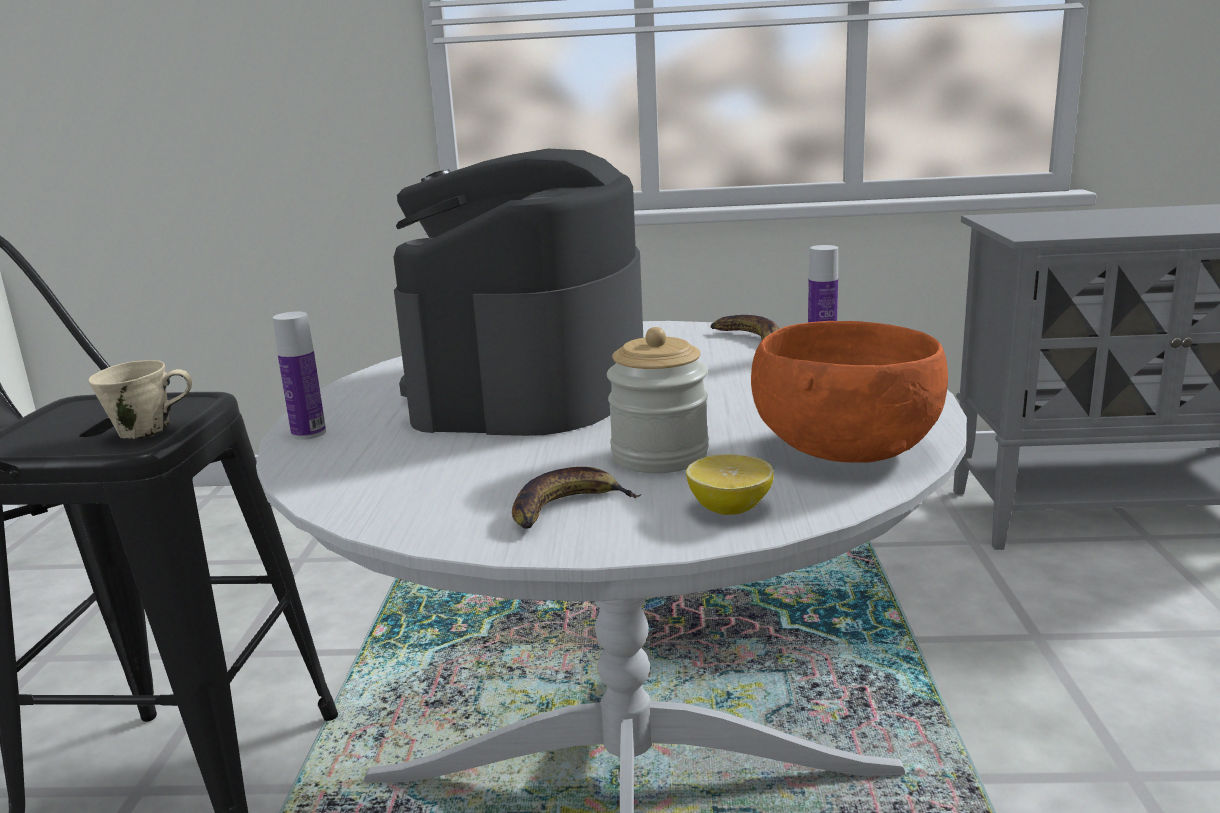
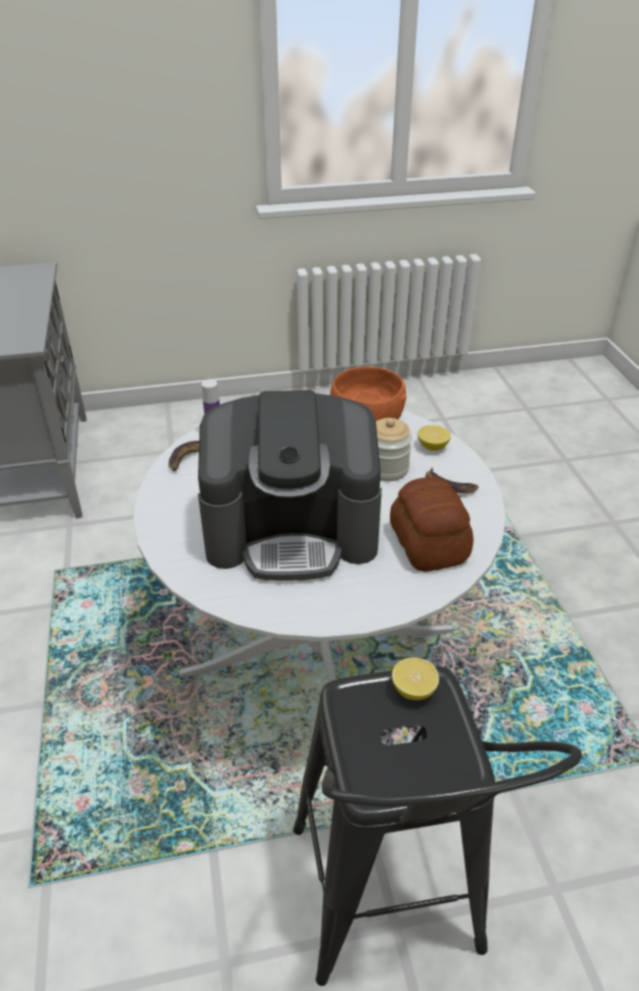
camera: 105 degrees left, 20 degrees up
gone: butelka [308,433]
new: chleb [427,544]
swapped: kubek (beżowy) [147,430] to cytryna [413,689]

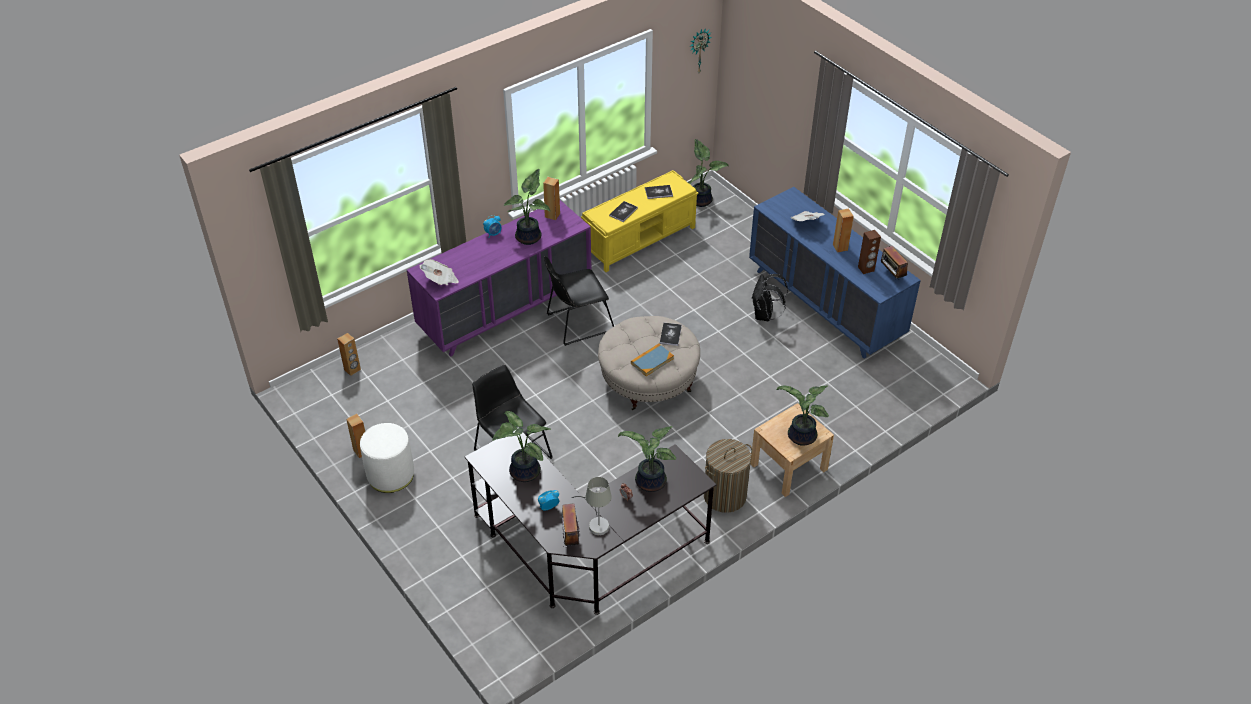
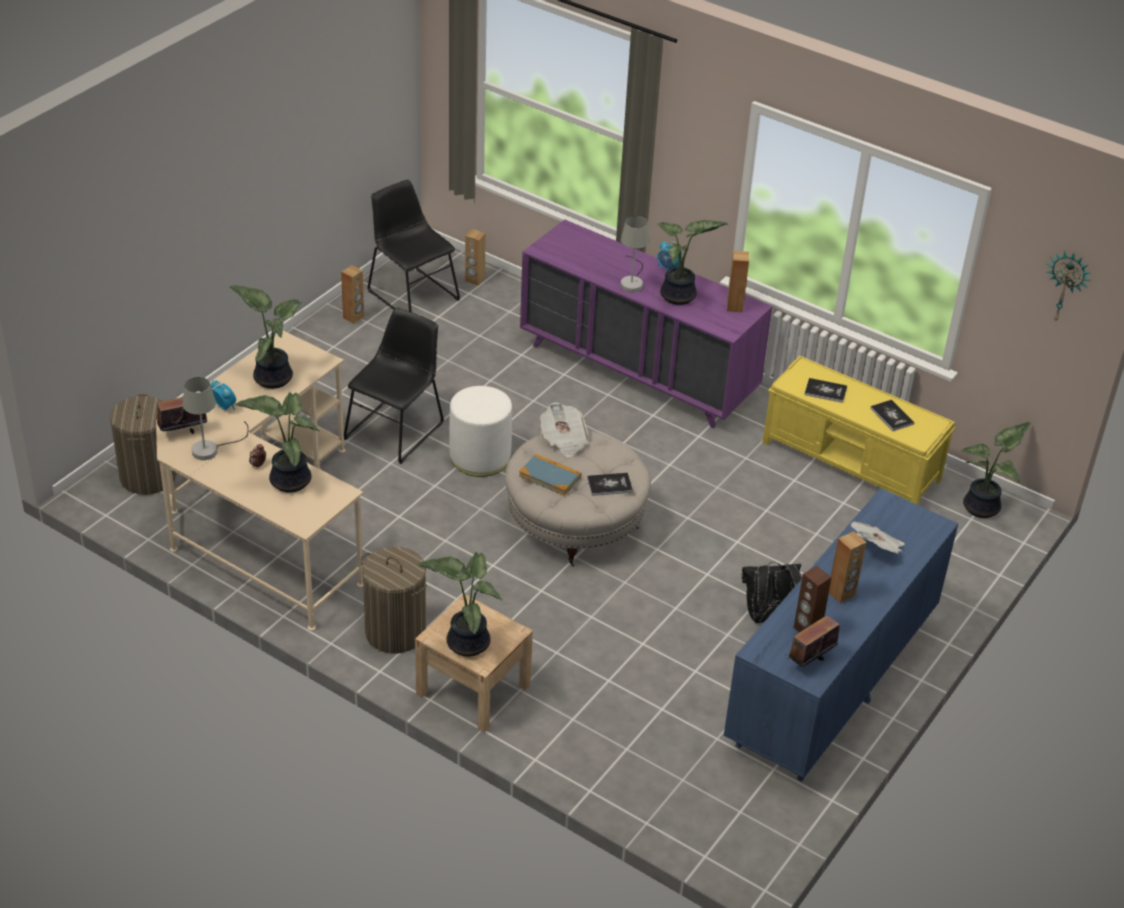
camera: 70 degrees right, 5 degrees down
new: kosz na pranie [148,476]; lampa stołowa (szary) [632,281]
shifted: pufa (biały) [390,475] to [480,457]; gazeta [440,280] to [564,440]; krzesło (czarny) [577,323] to [411,293]
repainted: biurko (czarny) [586,550] to biurko (beżowy) [264,522]

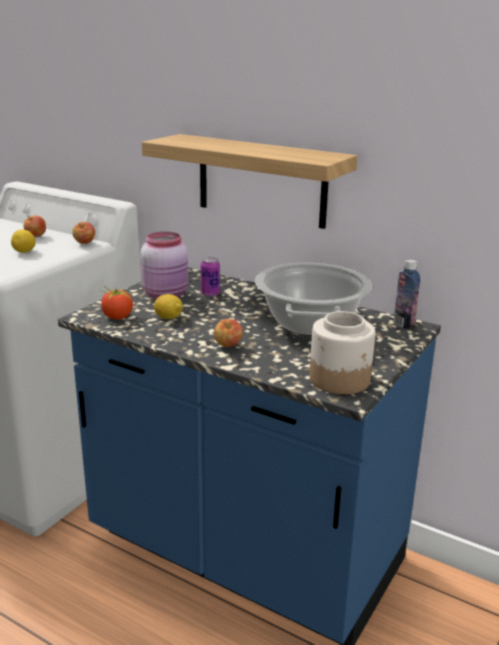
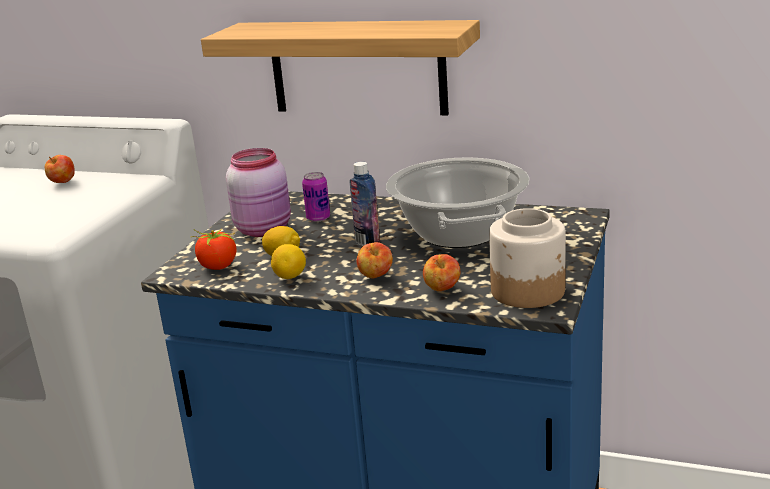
camera: 10 degrees left, 0 degrees up
shifted: cytryna [24,252] to [290,277]; jabłko [85,244] to [442,290]; butelka [403,324] to [367,242]

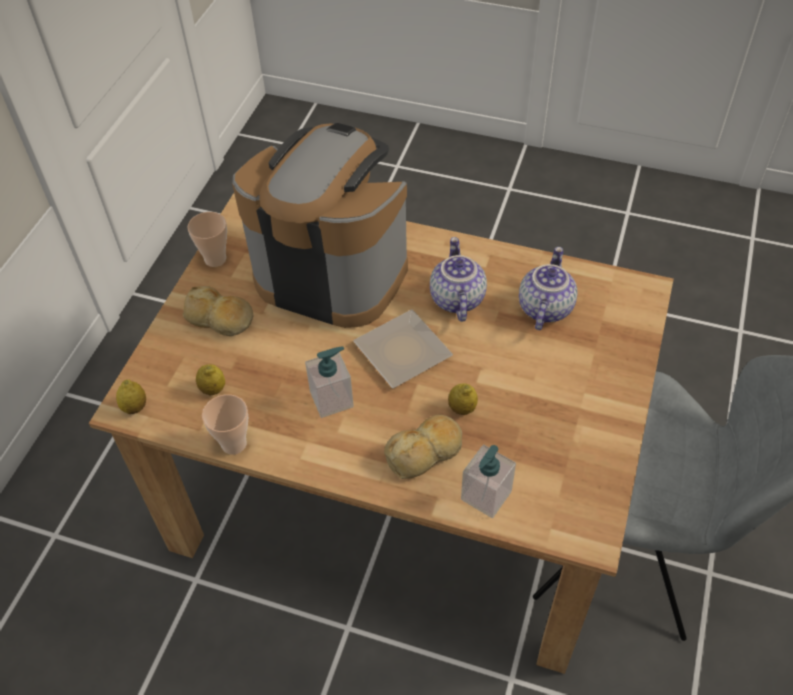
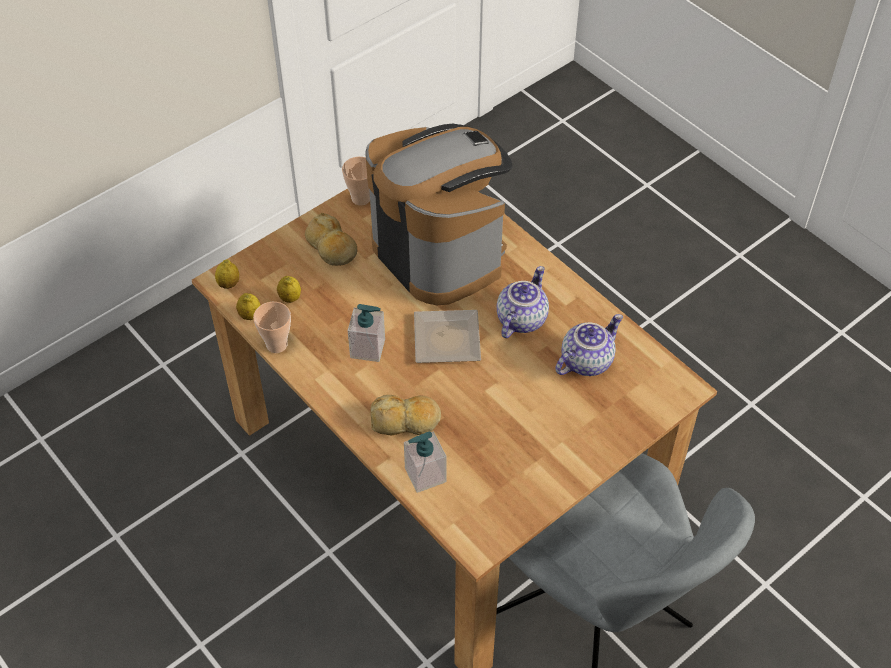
camera: 30 degrees right, 0 degrees up
shifted: cytryna [462,408] to [250,315]

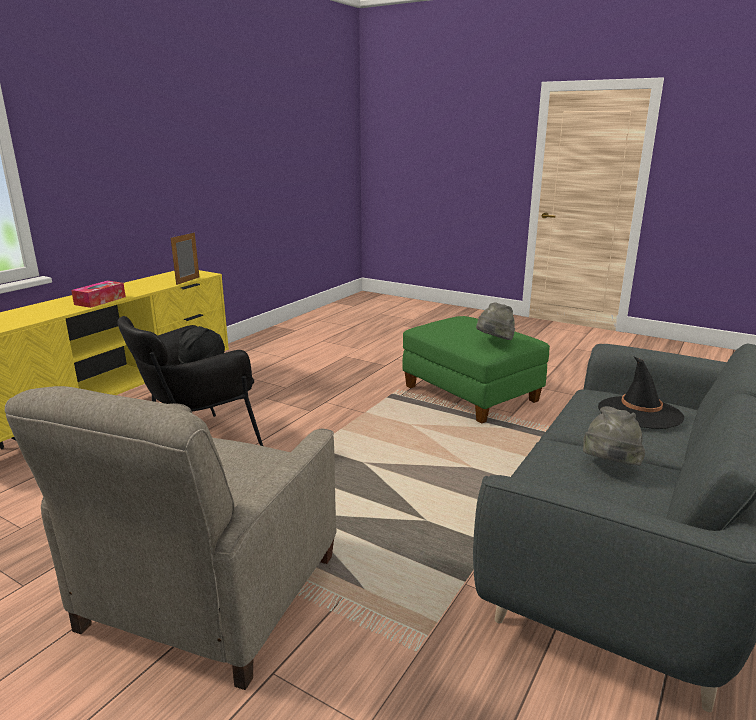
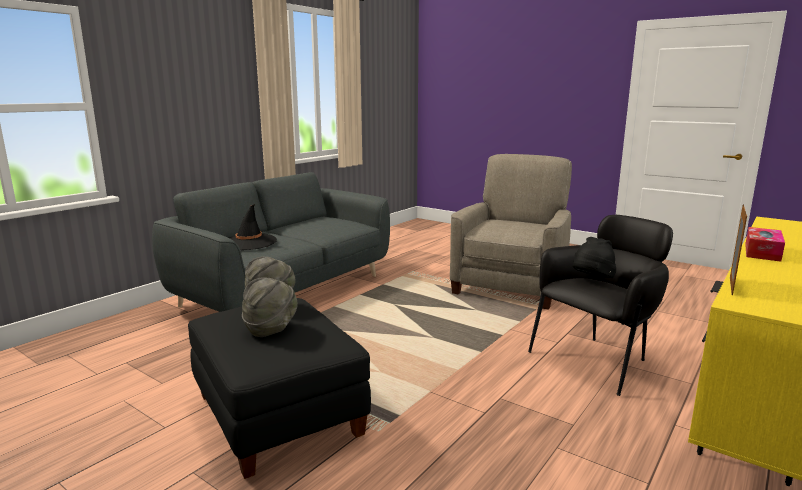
camera: 175 degrees left, 5 degrees down
shifted: kapelusz (szary) [609,467] to [271,329]
repainted: pufa (zielony) [471,394] to pufa (czarny) [277,415]

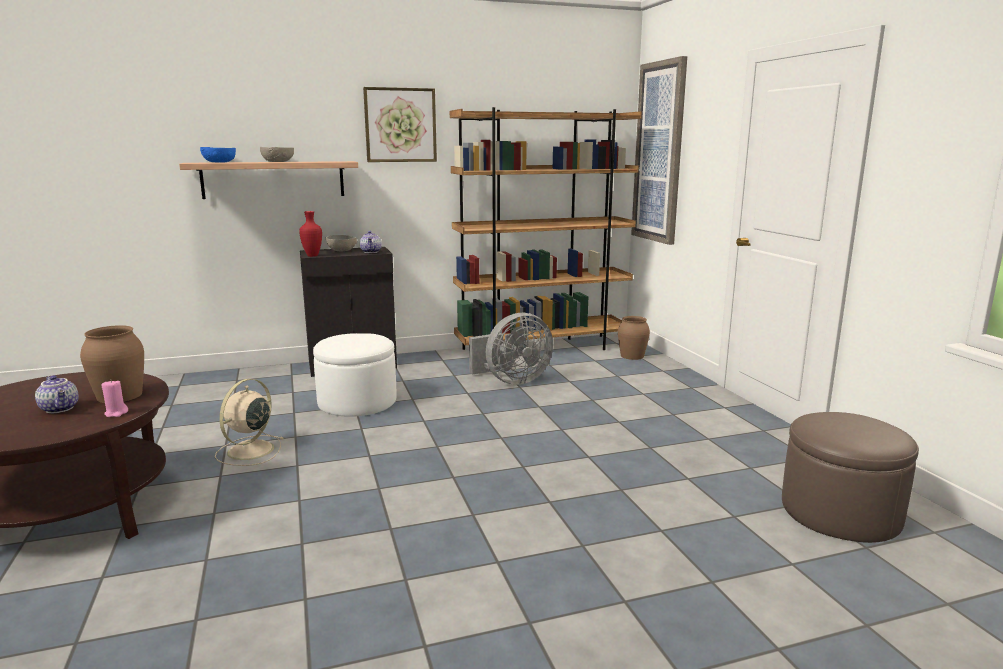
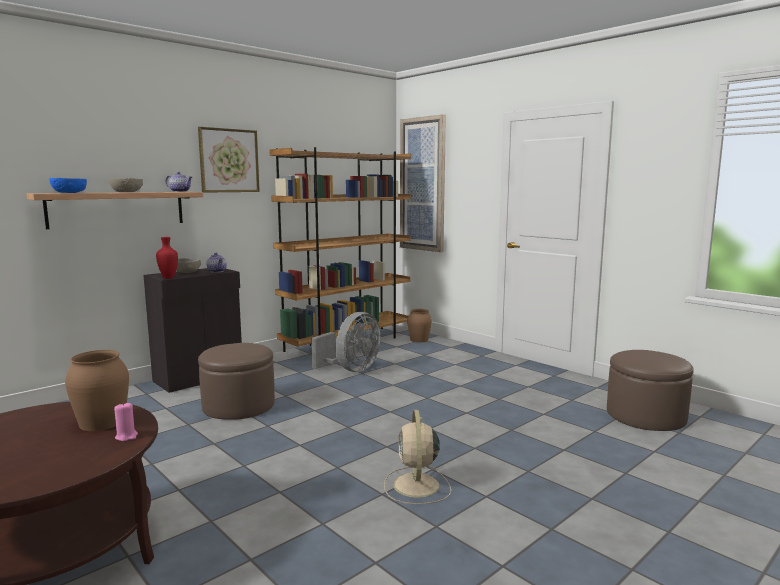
camera: 25 degrees left, 5 degrees down
shifted: imbryk [60,408] to [180,191]; wentylator (beżowy) [249,451] to [416,486]
repainted: pufa (biały) [357,402] to pufa (brązowy) [238,405]

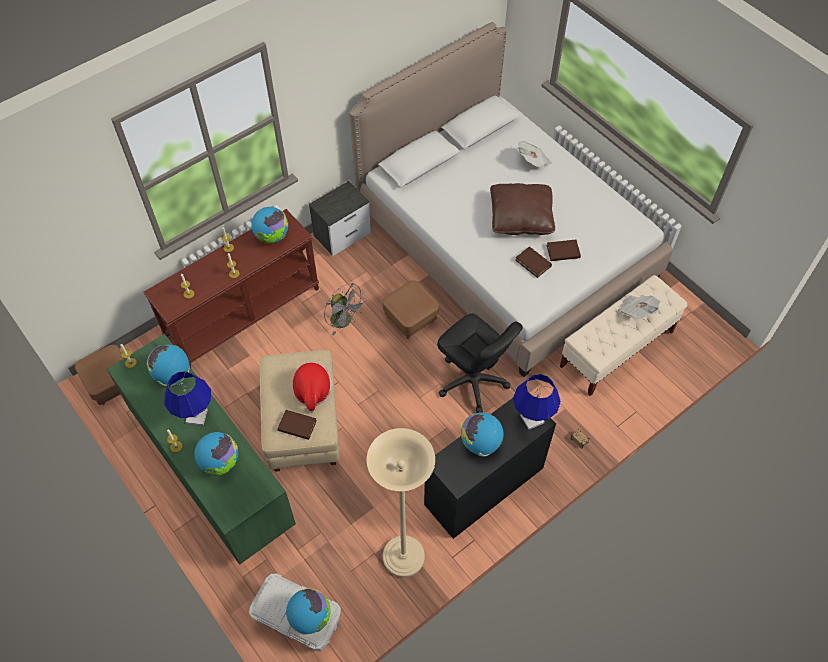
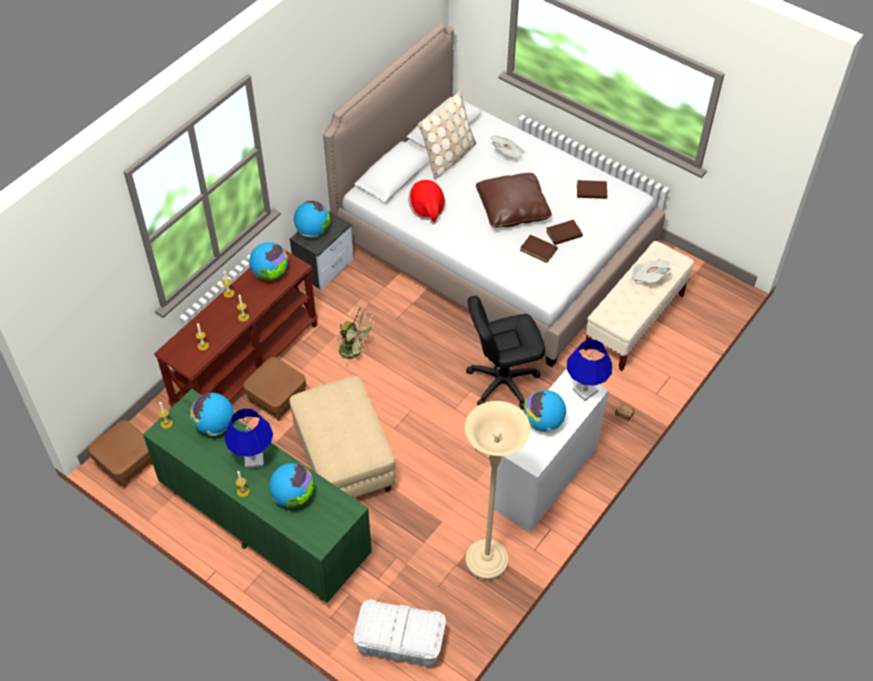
camera: 15 degrees left, 5 degrees down
new: poduszka (beżowy) [448,157]
shifted: książka (brązowy) [297,426] to [591,191]; globus [310,617] to [313,231]; kapelusz [312,391] to [427,208]; pufa (brązowy) [410,319] to [277,399]
repainted: wentylator (szary) [345,322] to wentylator (zielony) [355,352]; biurko (czarny) [484,486] to biurko (biały) [545,477]
rotated: krzesło biurowe (czarny) [472,381] = [502,382] 135 degrees clockwise

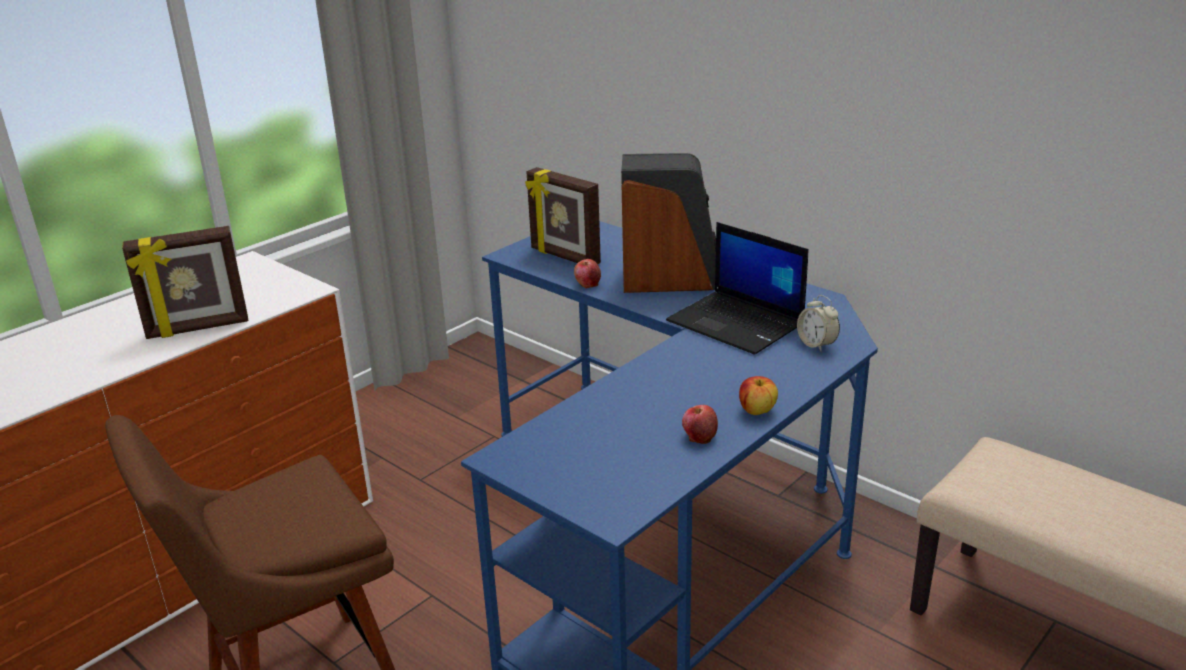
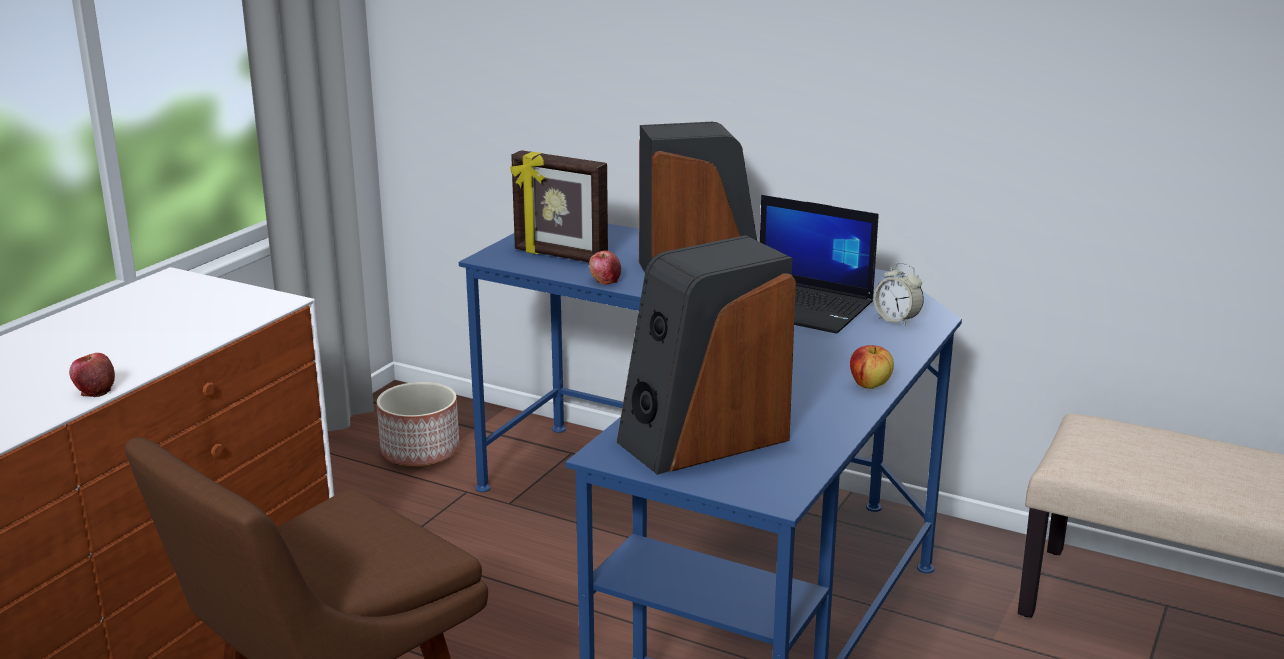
camera: 15 degrees left, 5 degrees down
gone: ramka na zdjęcie [198,328]
new: donica [421,452]; głośnik [703,439]
shifted: jabłko [699,436] to [94,390]

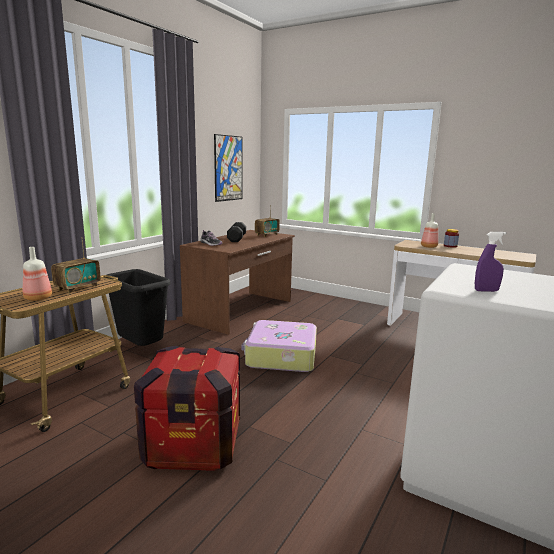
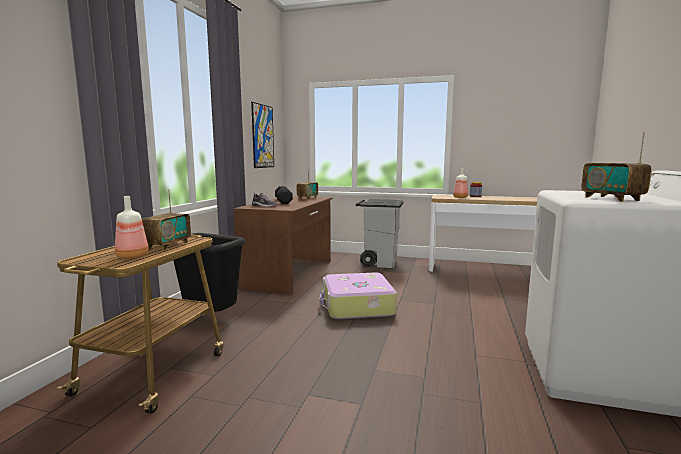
camera: 15 degrees left, 5 degrees down
gone: skrzynka [193,444]
new: kosz na śmieci (szary) [379,263]
swapped: spryskiwacz (fioletowy) [486,291] to radio [612,199]

